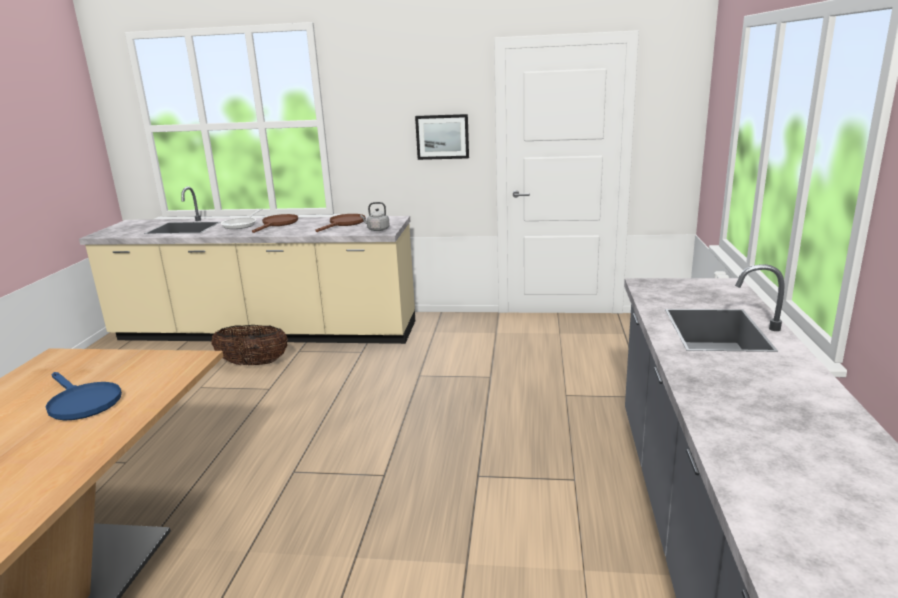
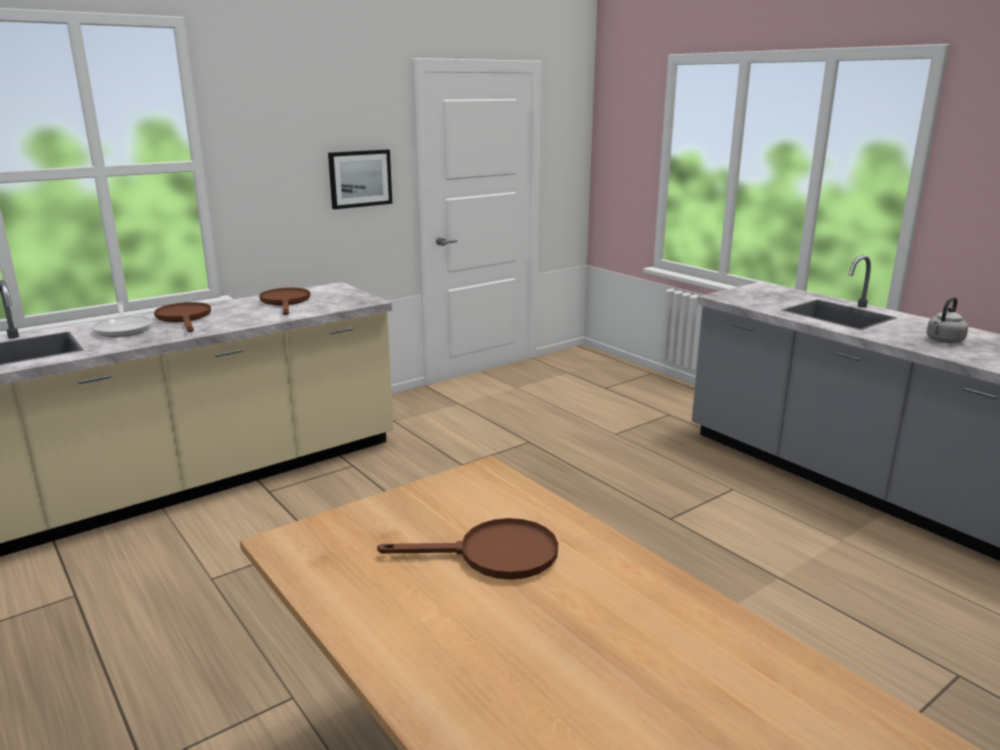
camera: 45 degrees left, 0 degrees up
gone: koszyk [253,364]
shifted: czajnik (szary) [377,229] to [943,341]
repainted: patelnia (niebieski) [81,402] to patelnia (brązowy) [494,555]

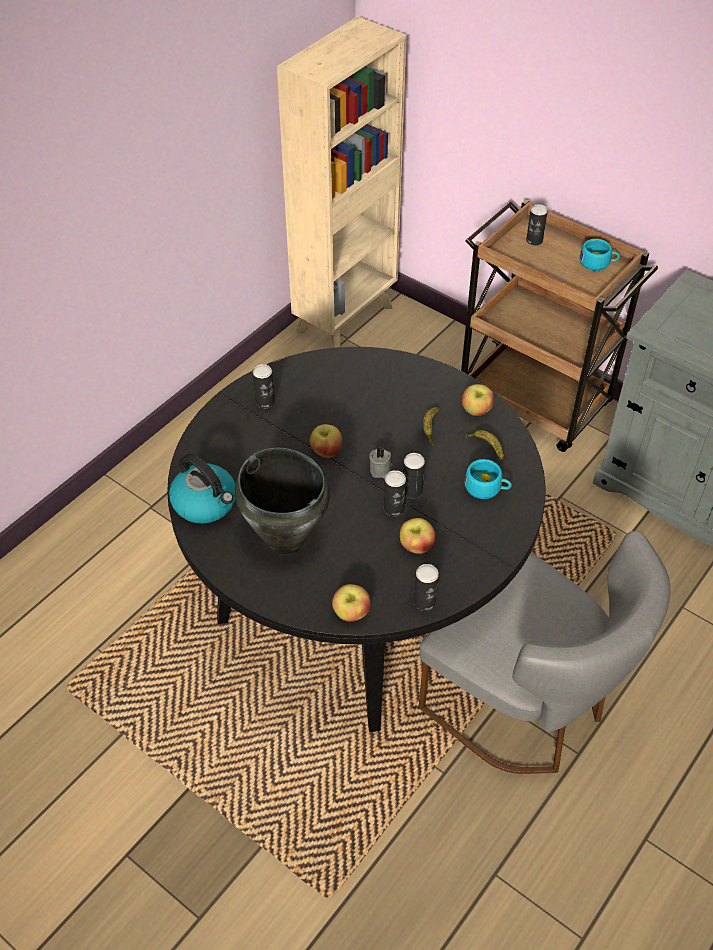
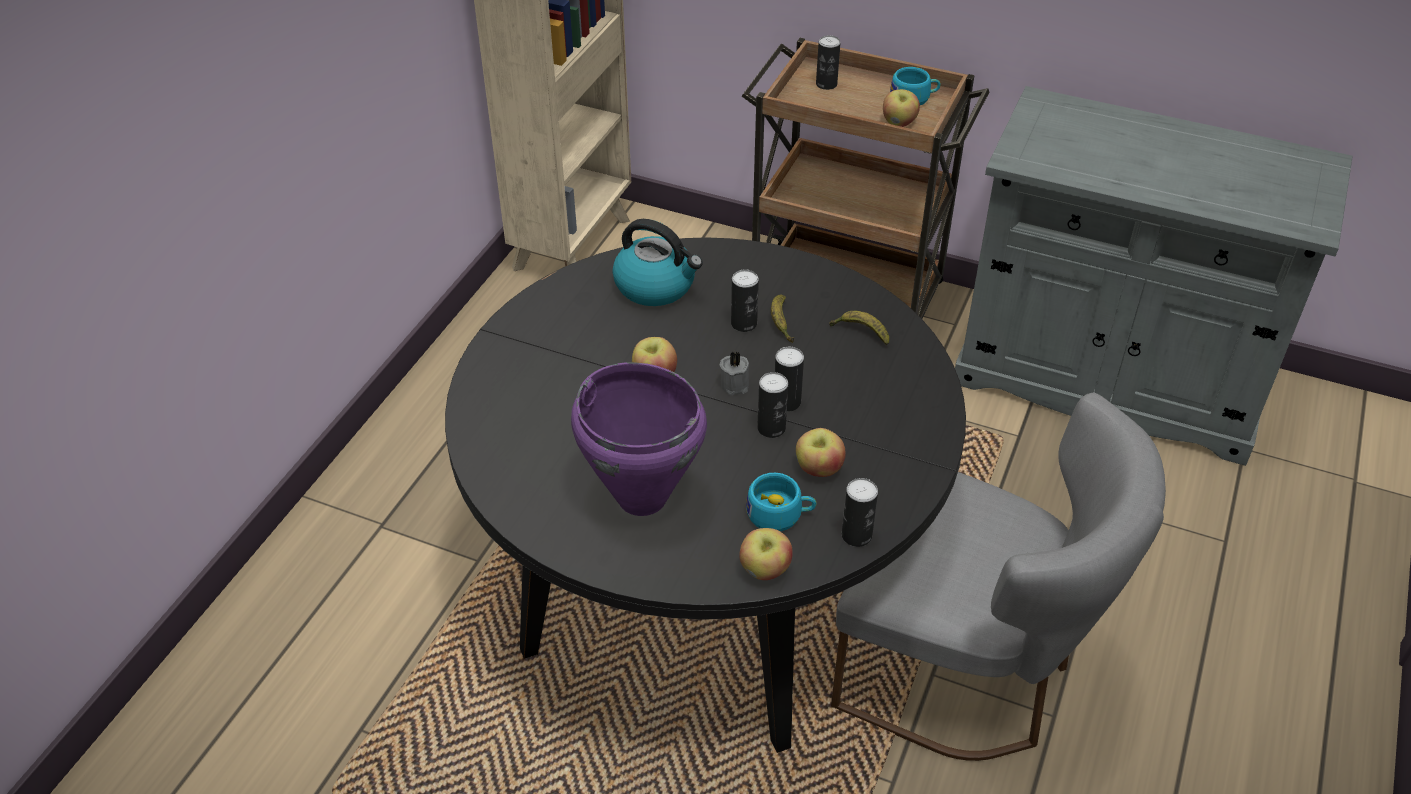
camera: 15 degrees left, 5 degrees down
shifted: czajnik [206,503] to [656,286]; puszka [265,402] to [744,324]; jabłko [476,411] to [899,123]; filiżanka (turkusowy) [487,488] to [780,514]
repainted: garnek (czarny) [286,540] to garnek (fioletowy) [642,496]

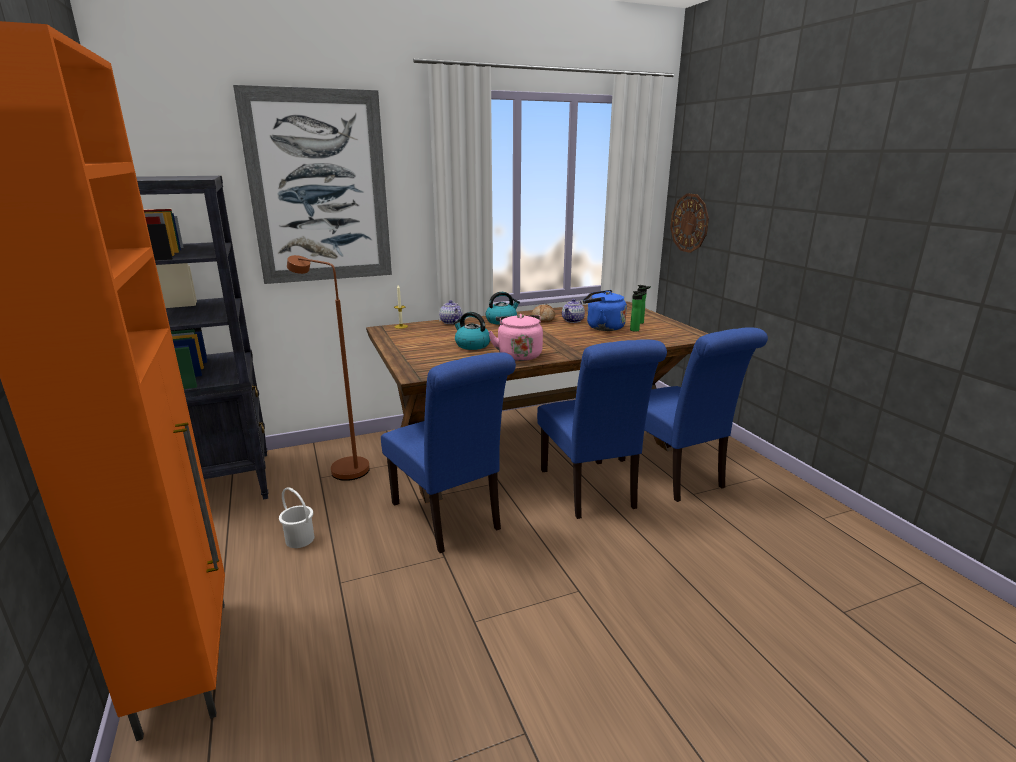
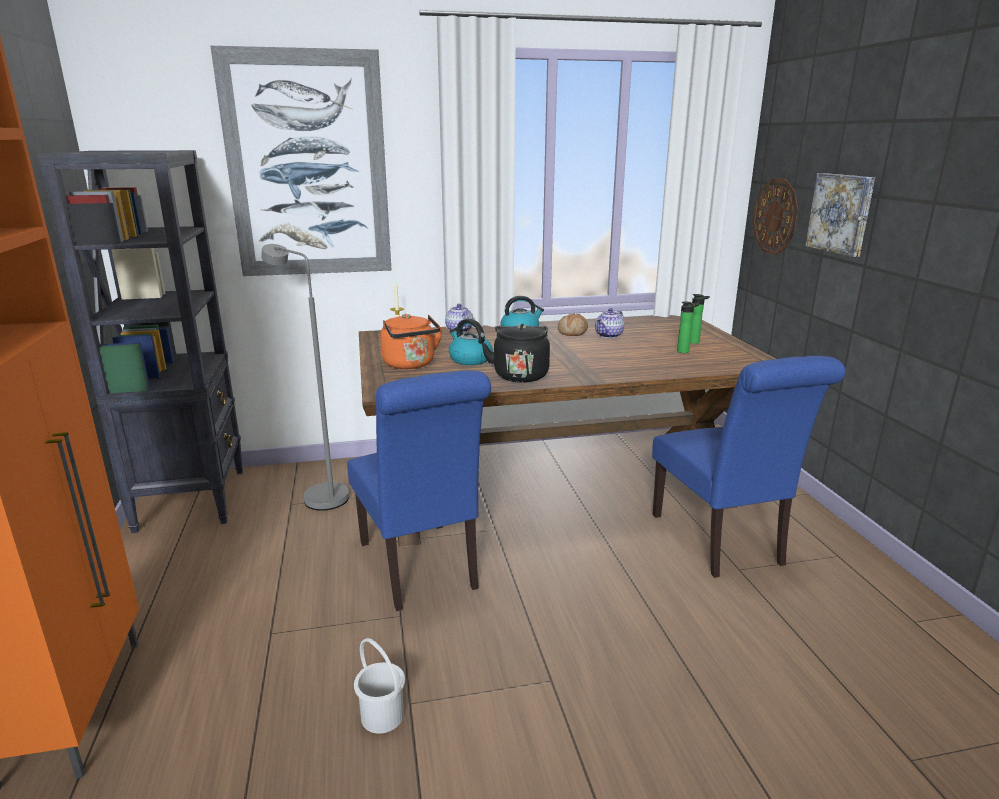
camera: 10 degrees right, 0 degrees up
gone: krzesło (niebieski) [590,491]; czajnik (niebieski) [602,327]
new: czajnik (pomarańczowy) [411,365]; obraz [841,213]
shifted: wiadro (biały) [299,539] to [382,716]
repainted: lampa stojąca (brązowy) [343,467] to lampa stojąca (szary) [320,494]; czajnik (różowy) [518,355] to czajnik (czarny) [520,375]

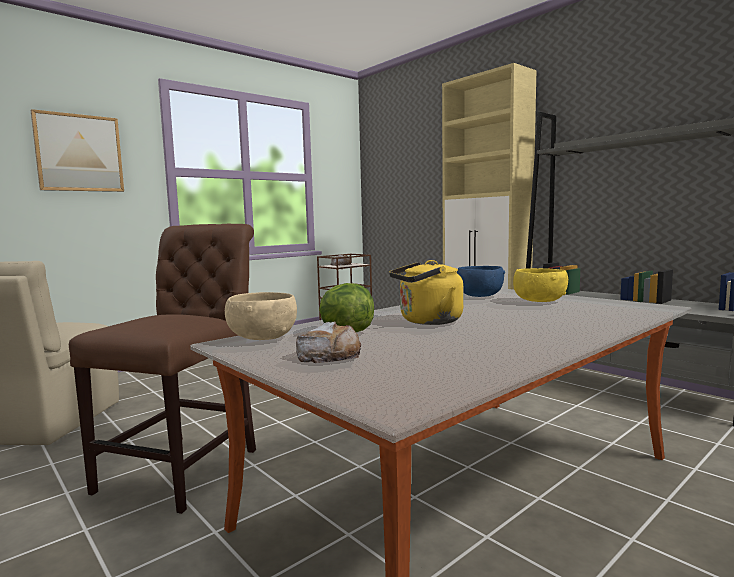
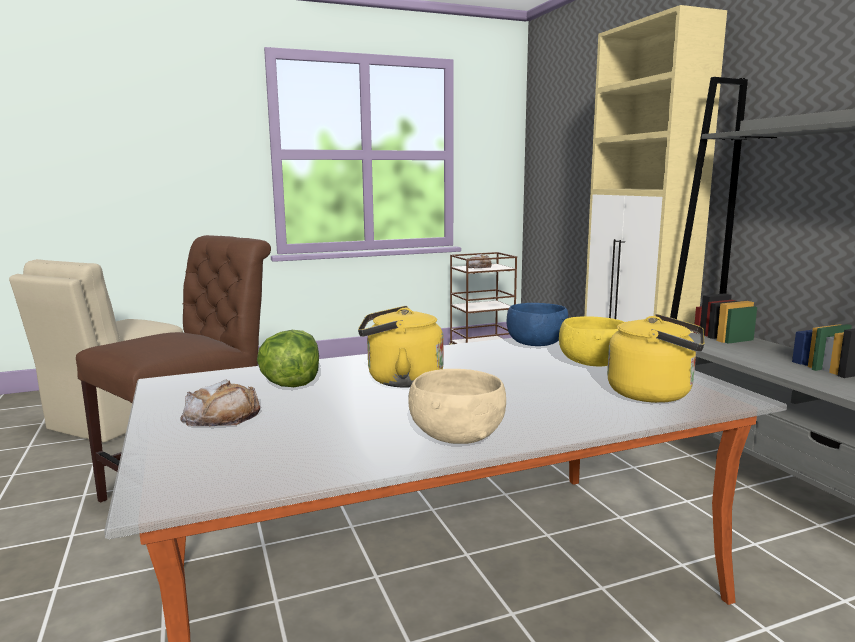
camera: 20 degrees right, 5 degrees up
gone: obraz [79,153]
new: czajnik (żółty) [655,394]
shifted: miska (beżowy) [262,338] to [456,436]

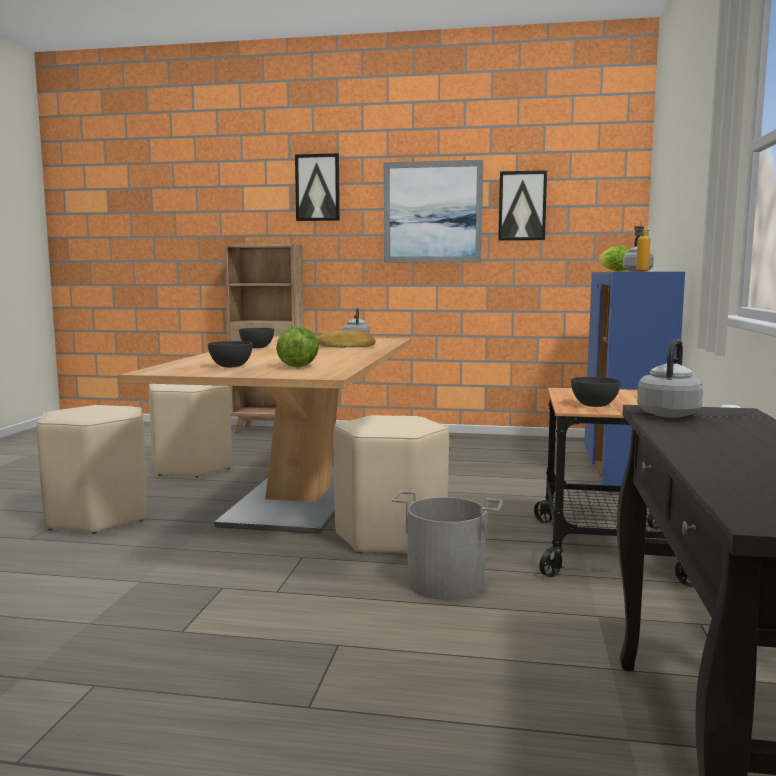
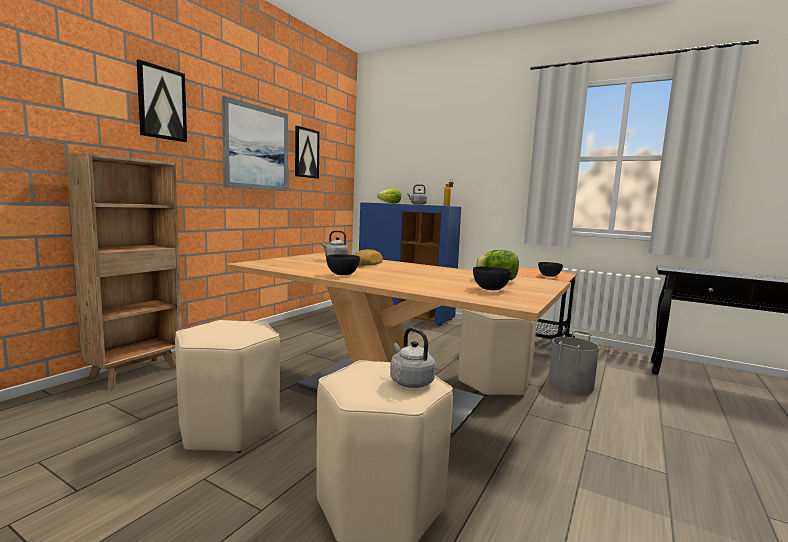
camera: 70 degrees left, 0 degrees up
shifted: czajnik (szary) [669,414] to [410,381]

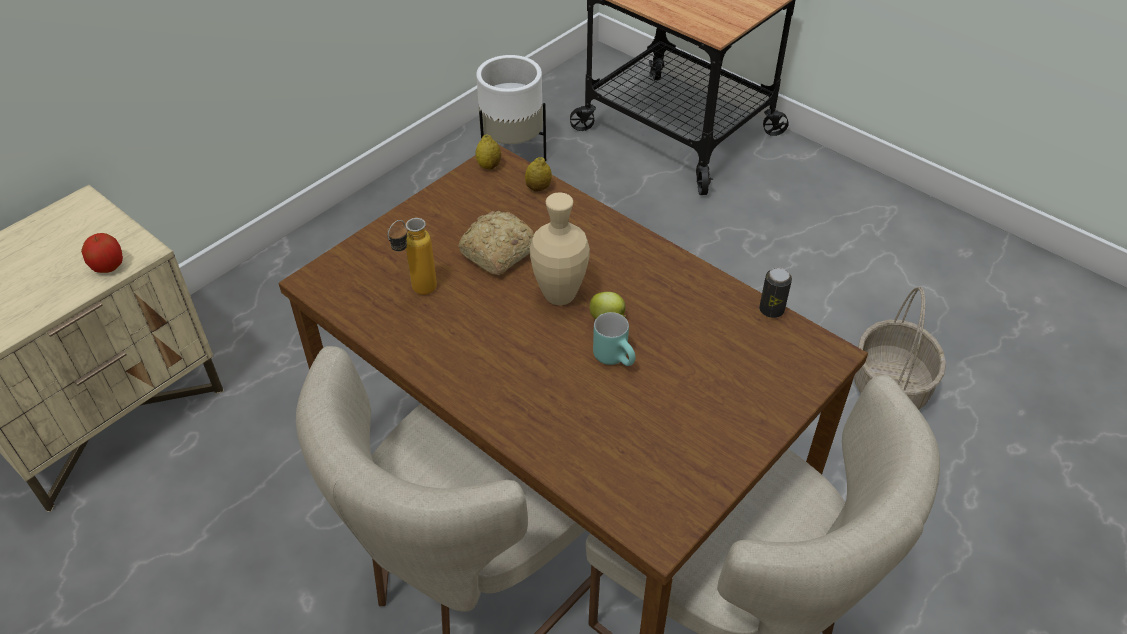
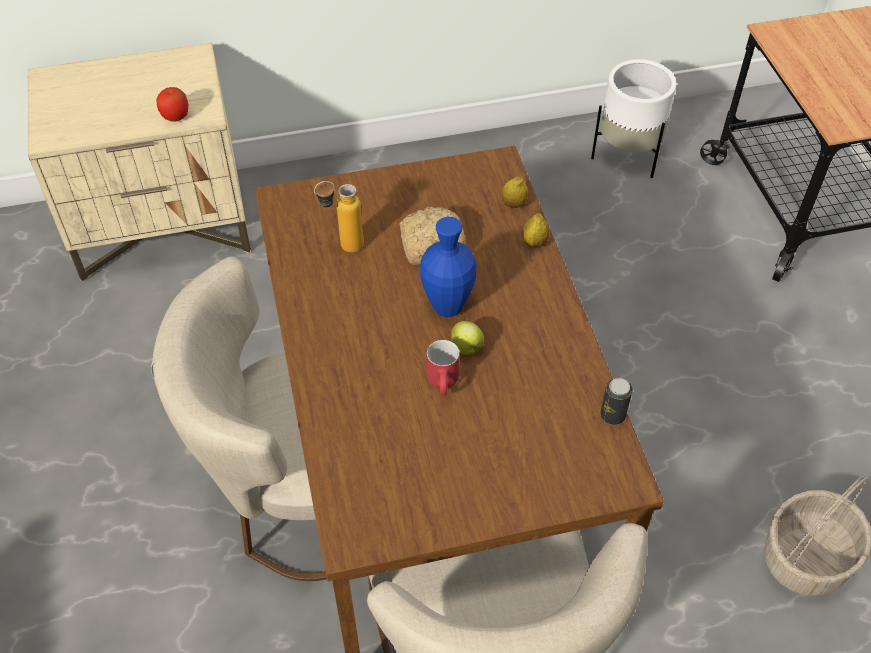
camera: 35 degrees right, 5 degrees up
shifted: cytryna [489,166] to [535,242]
repainted: wazon (beżowy) [559,295] to wazon (niebieski) [447,307]; kubek (turkusowy) [617,358] to kubek (czerwony) [445,383]

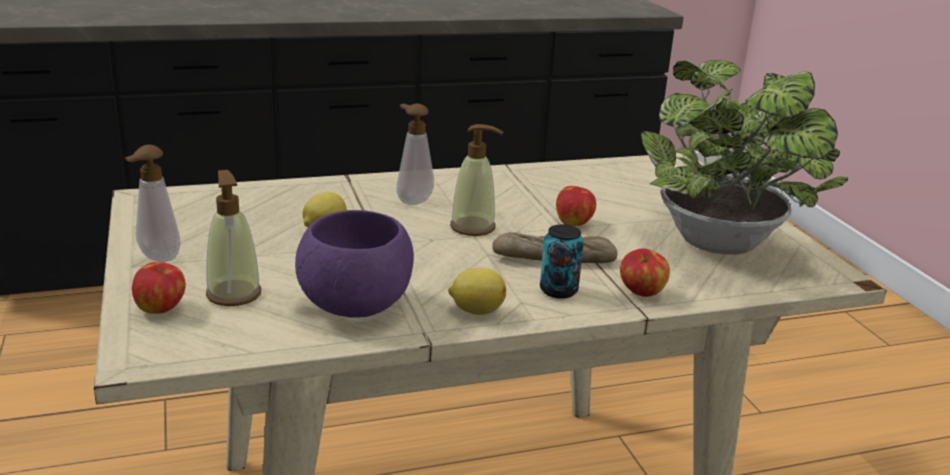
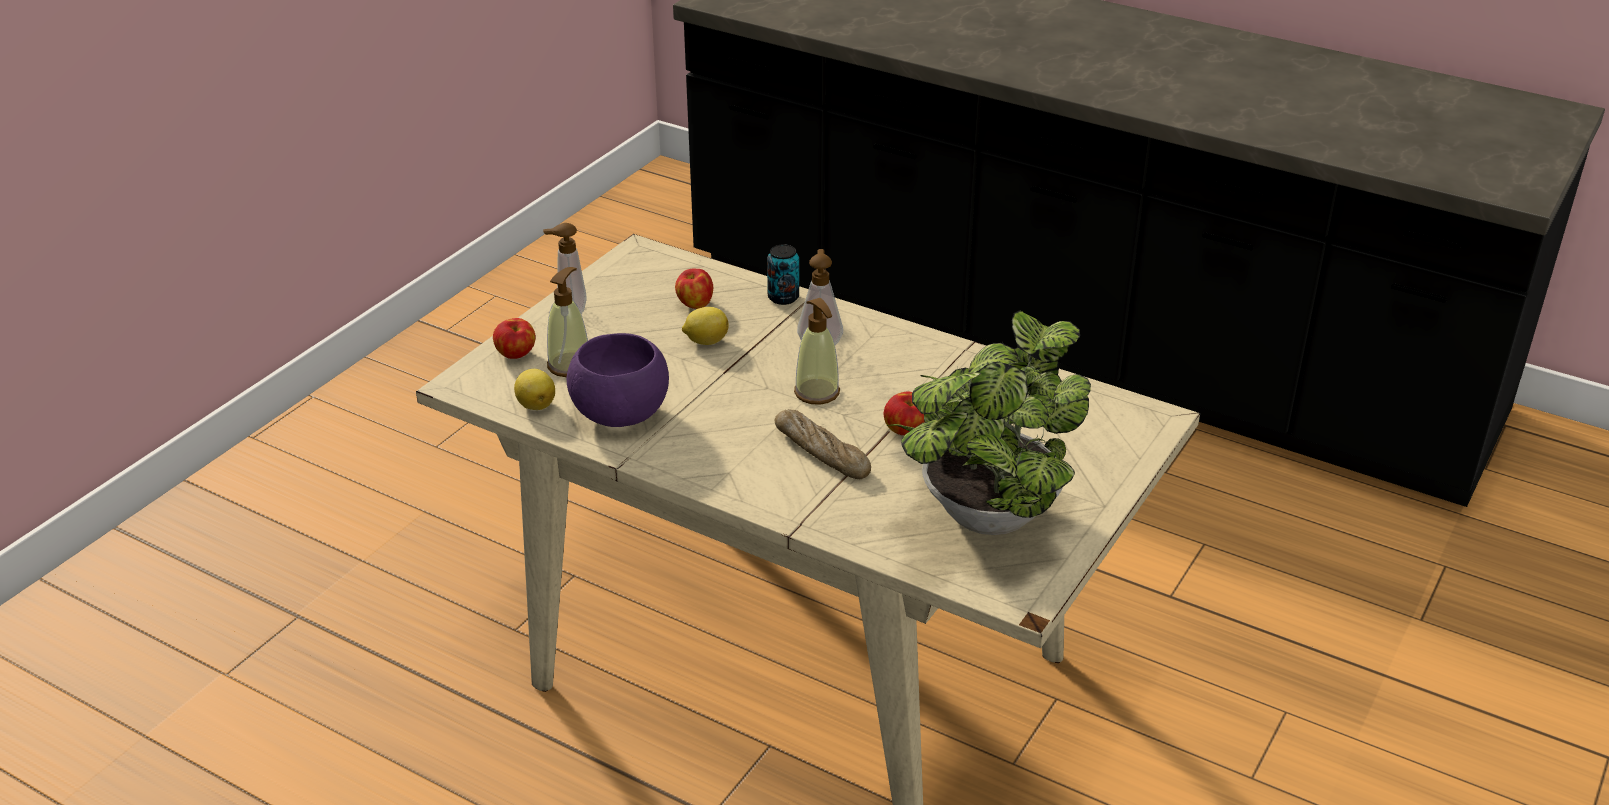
camera: 50 degrees right, 10 degrees up
shifted: cytryna [476,311] to [536,404]; puszka [558,290] to [783,297]; jabłko [641,293] to [695,304]

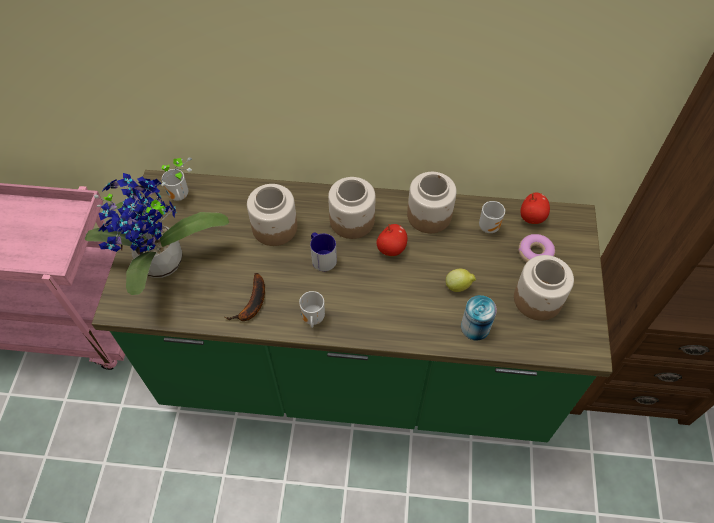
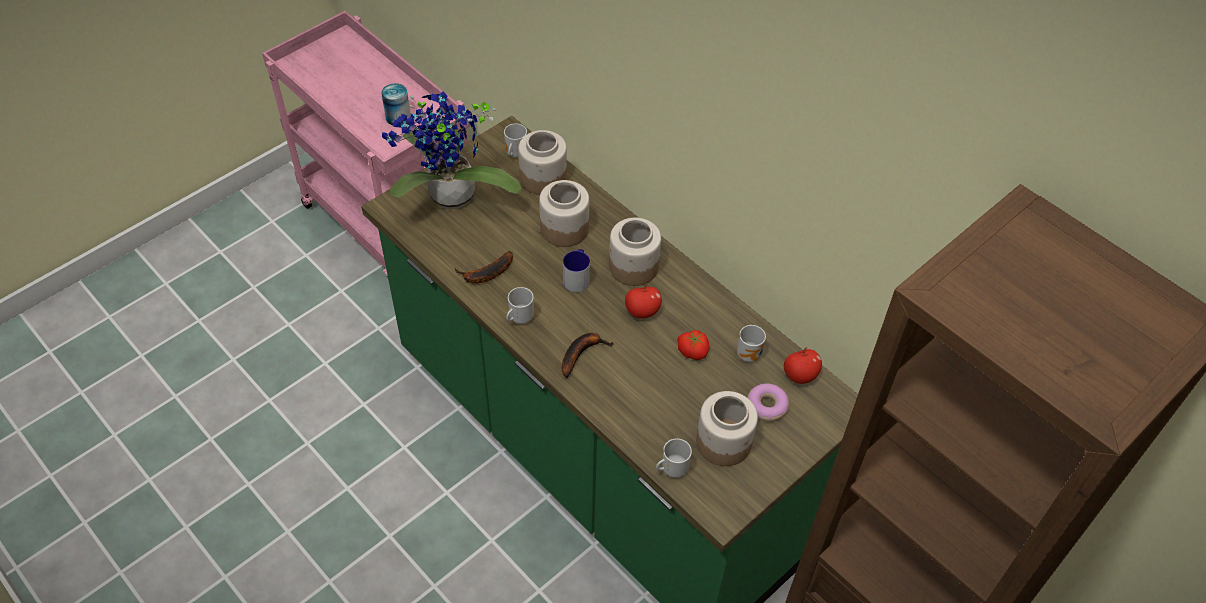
camera: 40 degrees right, 5 degrees down
gone: cytryna [458,286]
new: banan [581,353]; kubek [672,469]; pomidor [693,350]
shifted: słoik [429,215] to [544,178]; puszka [475,327] to [398,117]

